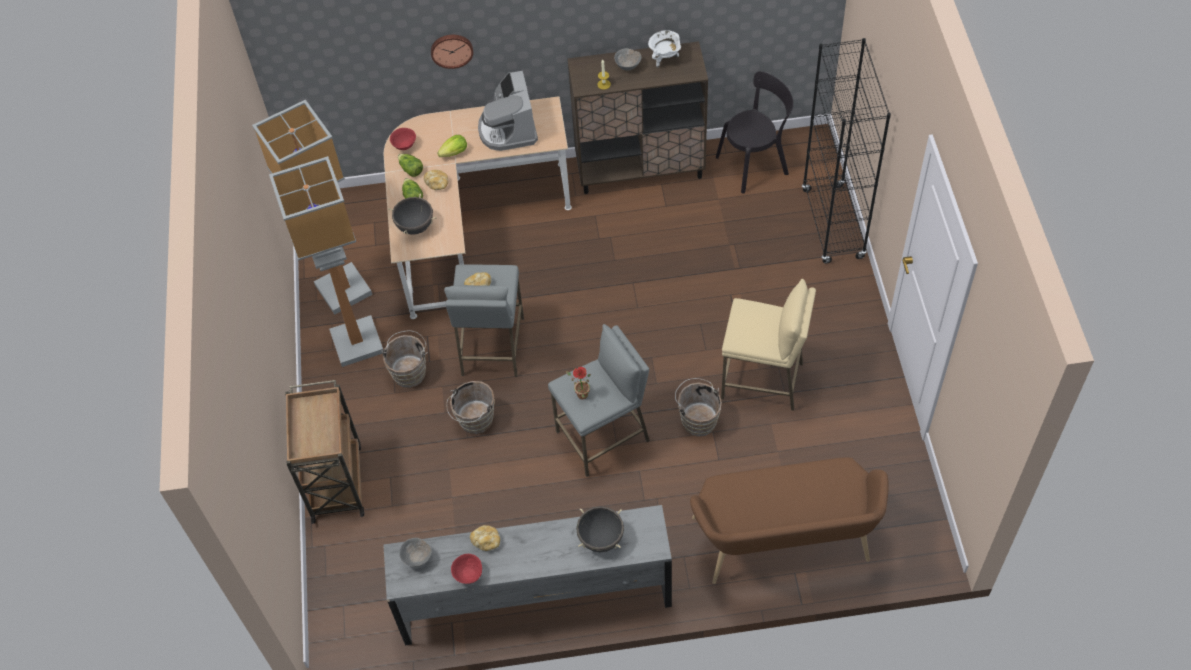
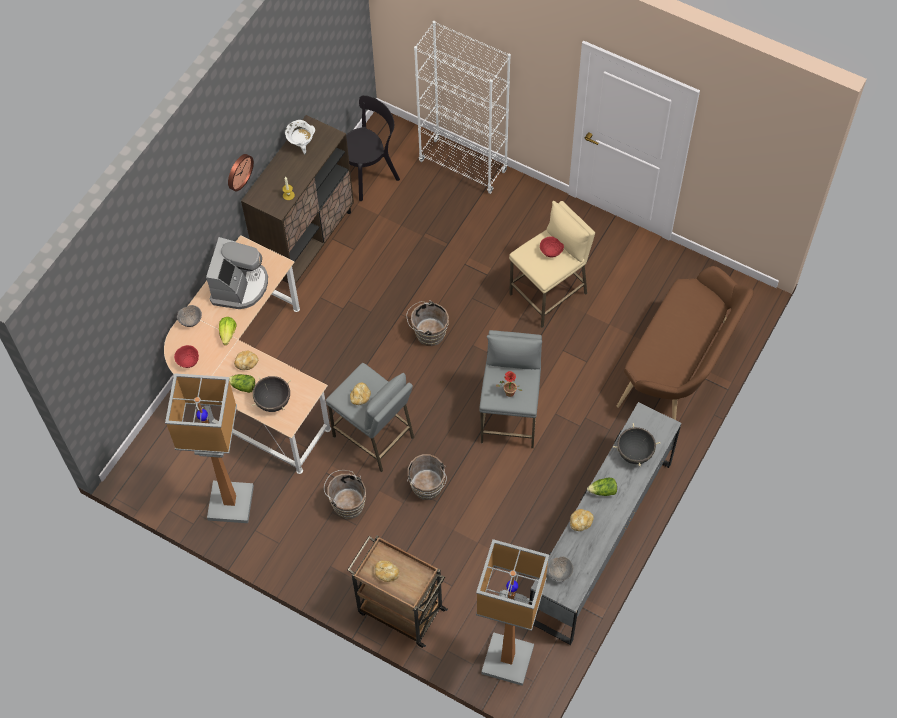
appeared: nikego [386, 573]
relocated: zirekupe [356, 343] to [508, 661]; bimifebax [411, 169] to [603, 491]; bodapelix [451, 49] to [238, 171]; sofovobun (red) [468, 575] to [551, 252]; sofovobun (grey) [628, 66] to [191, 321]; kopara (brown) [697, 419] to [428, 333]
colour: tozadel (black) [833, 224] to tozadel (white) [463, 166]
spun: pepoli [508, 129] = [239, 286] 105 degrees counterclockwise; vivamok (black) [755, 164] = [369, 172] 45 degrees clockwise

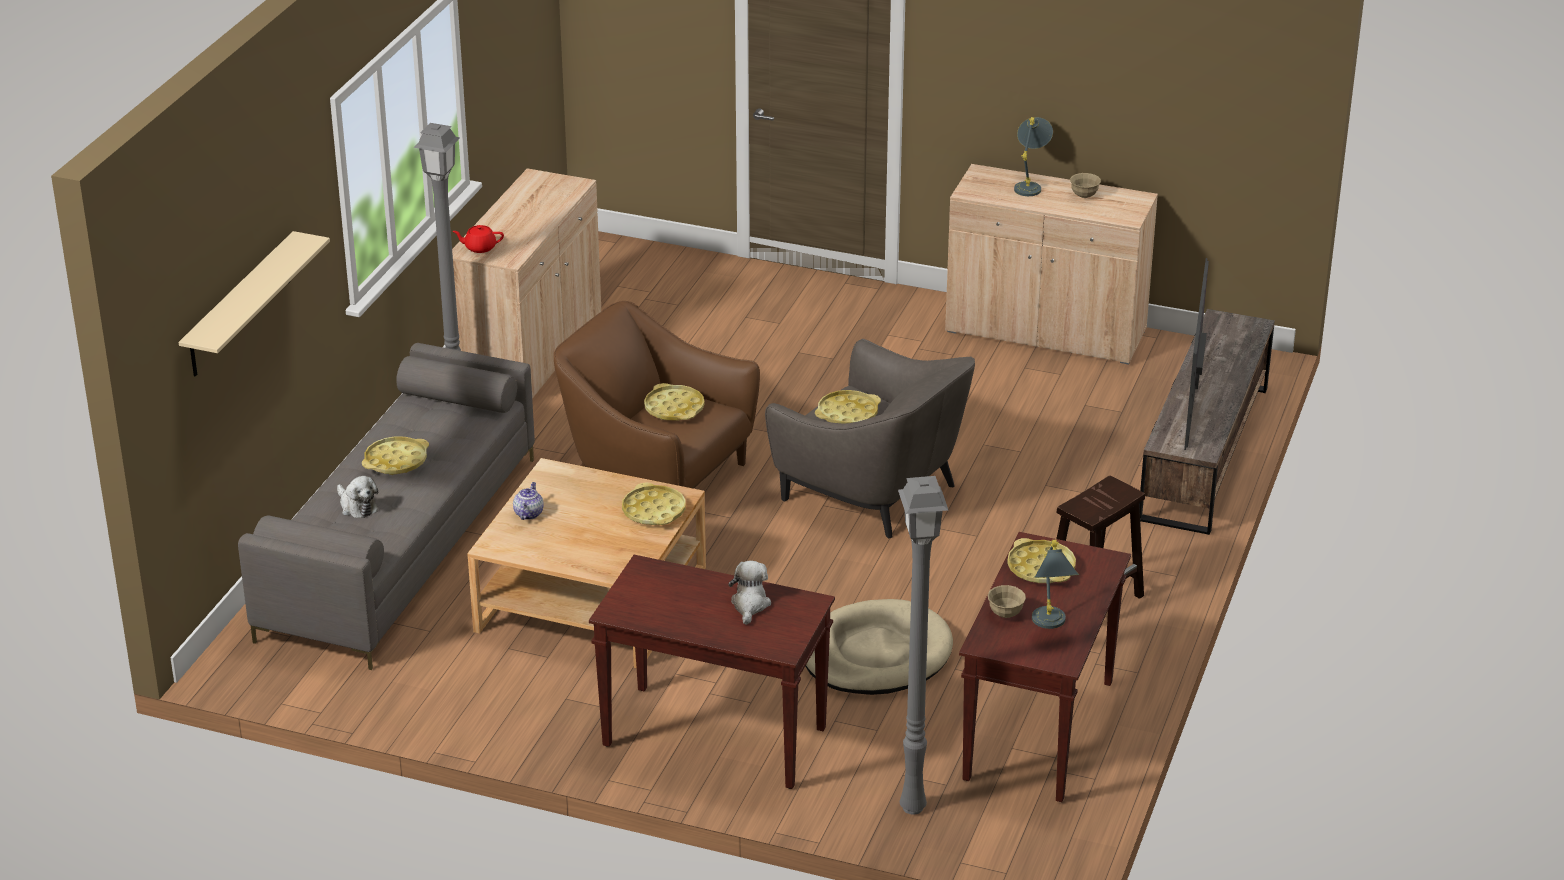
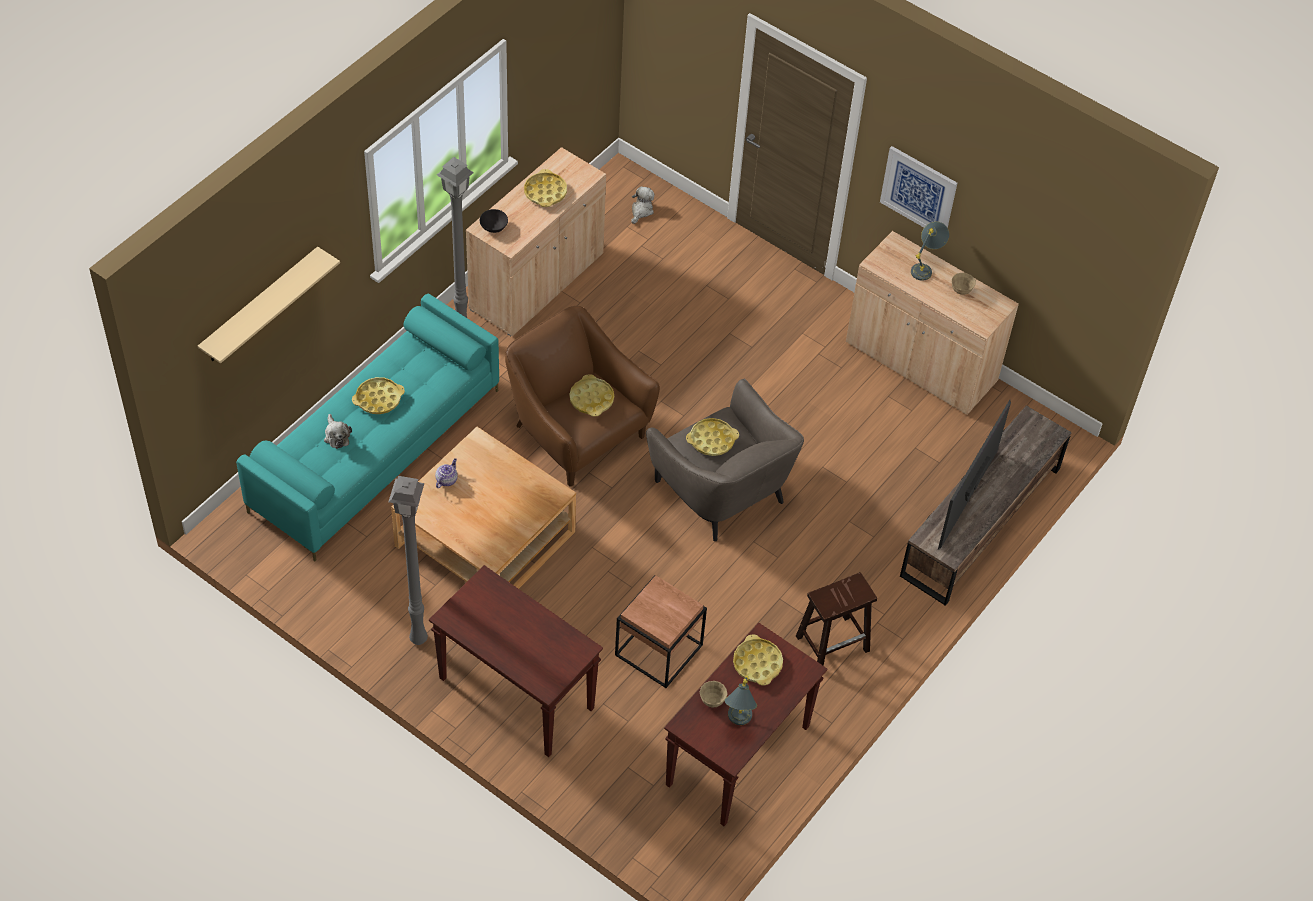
appeared: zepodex [918, 191]
relocated: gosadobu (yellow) [653, 511] to [545, 192]; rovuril [750, 605] to [641, 211]; zirekupe (grey) [914, 808] to [419, 640]
exchanged: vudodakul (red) [479, 247] to sofovobun (black) [493, 227]; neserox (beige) [876, 654] to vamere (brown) [657, 650]
colour: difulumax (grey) [399, 546] to difulumax (turquoise) [375, 449]

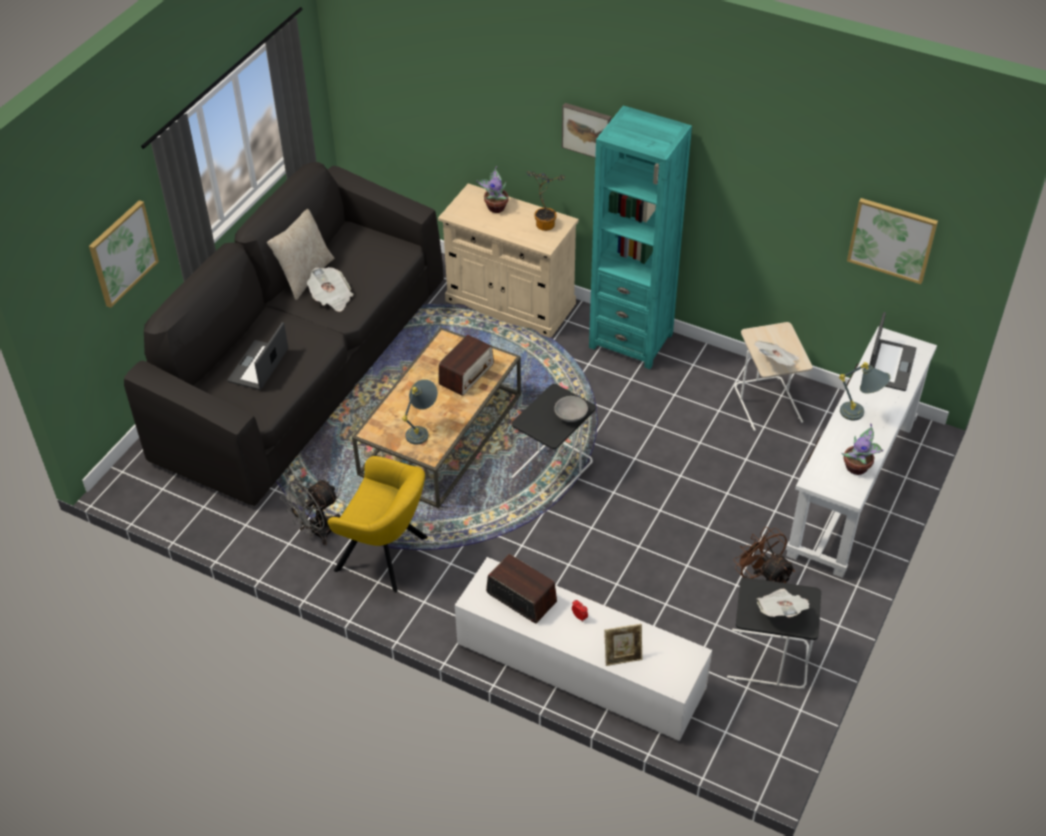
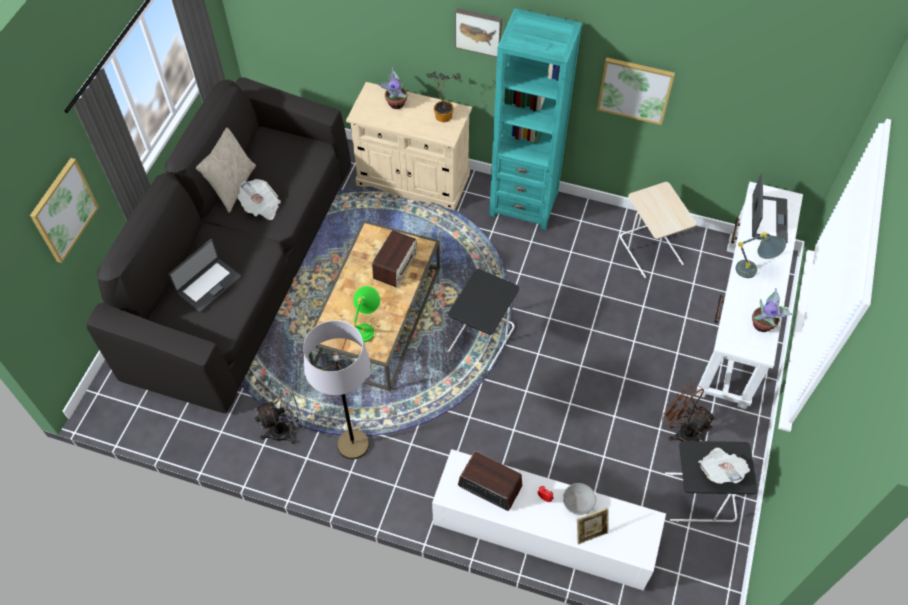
missing: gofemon [776, 362]
relocated: sofovobun (grey) [570, 415] to [578, 502]; zepodex [892, 239] to [635, 90]
exchanged: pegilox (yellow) [386, 556] to zirekupe (grey) [353, 444]
colour: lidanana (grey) [422, 430] to lidanana (green) [367, 327]
spun: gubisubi [259, 366] = [208, 284] 150 degrees counterclockwise; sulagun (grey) [316, 532] = [286, 429] 150 degrees counterclockwise

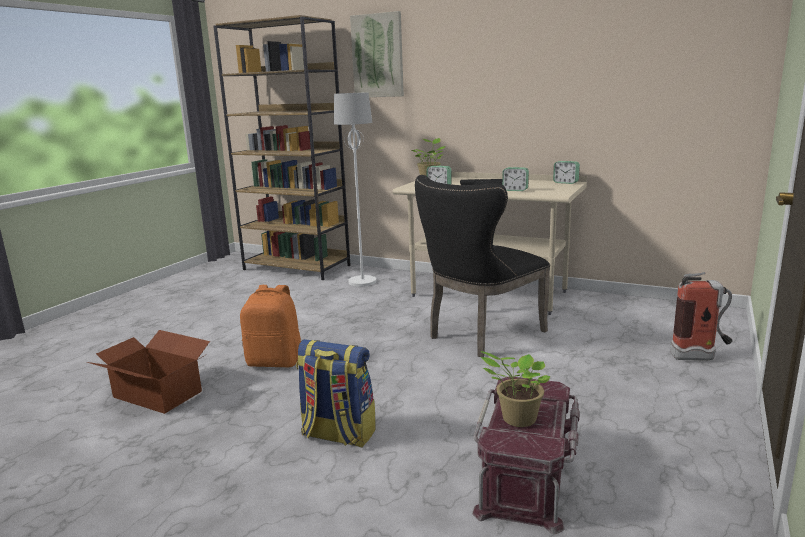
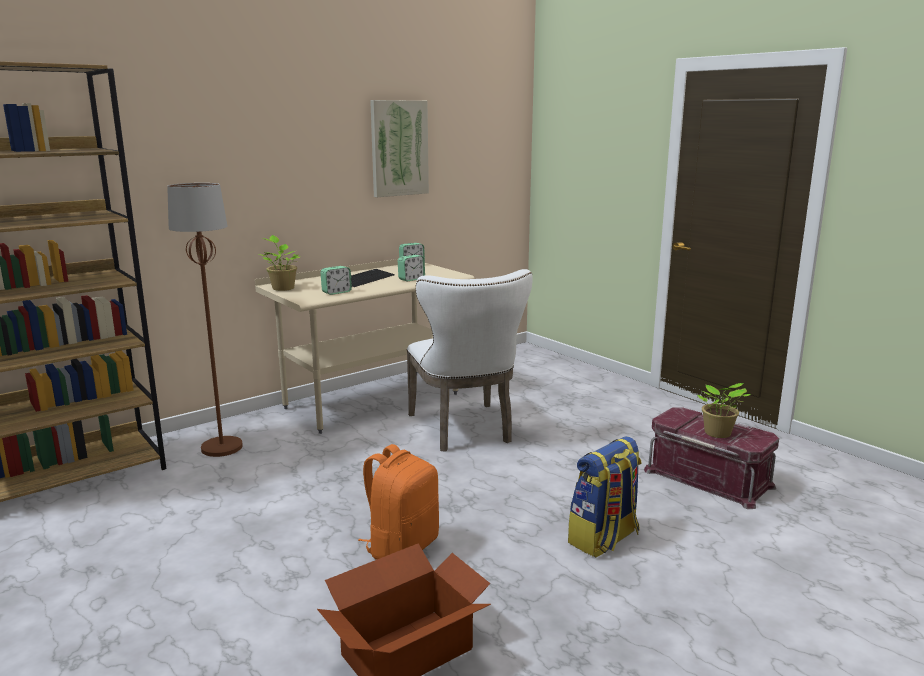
missing: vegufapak [700, 357]
relocated: zepodex [378, 56] to [399, 148]
colour: zirekupe (white) [362, 282] to zirekupe (brown) [222, 447]; vivamok (black) [480, 335] to vivamok (white) [464, 430]

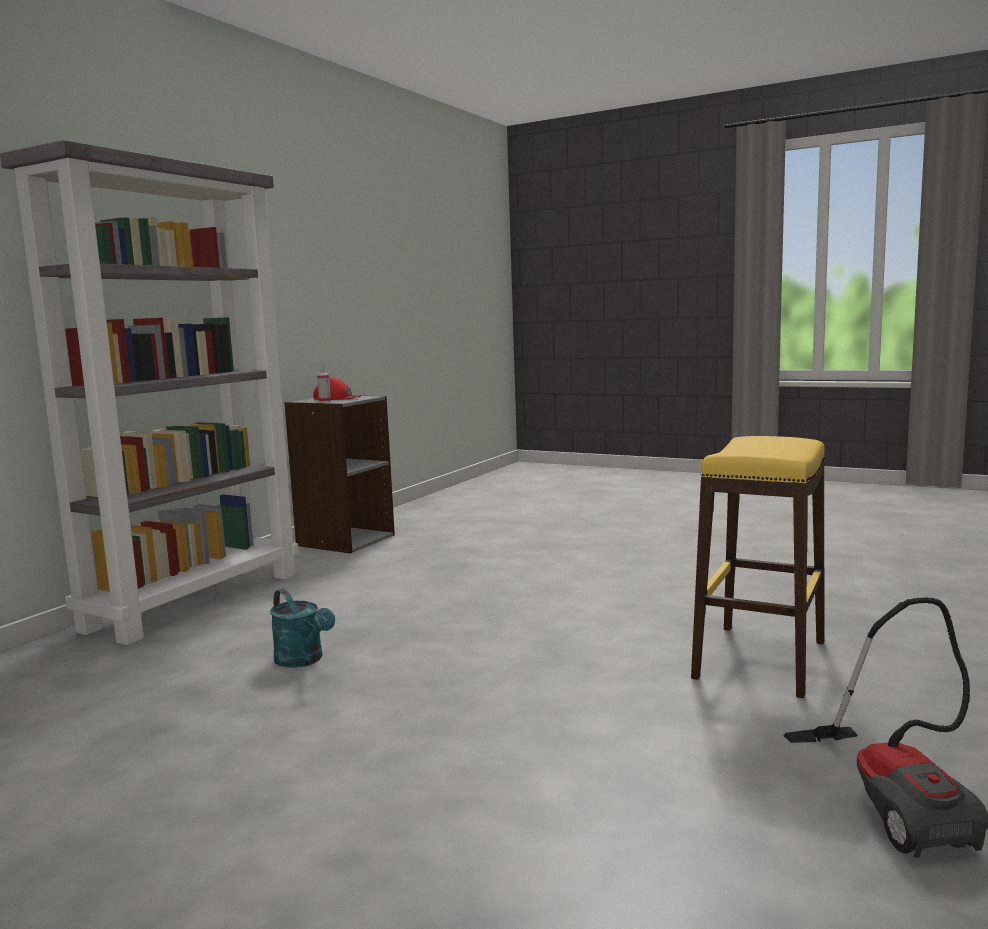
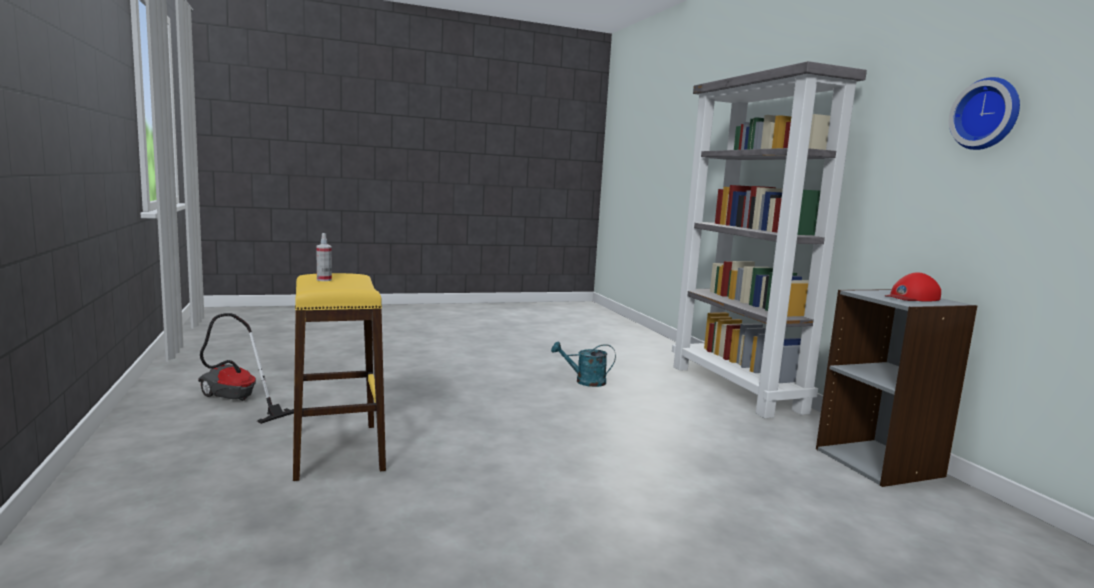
appeared: bodapelix [987, 114]
relocated: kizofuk [325, 401] to [324, 280]

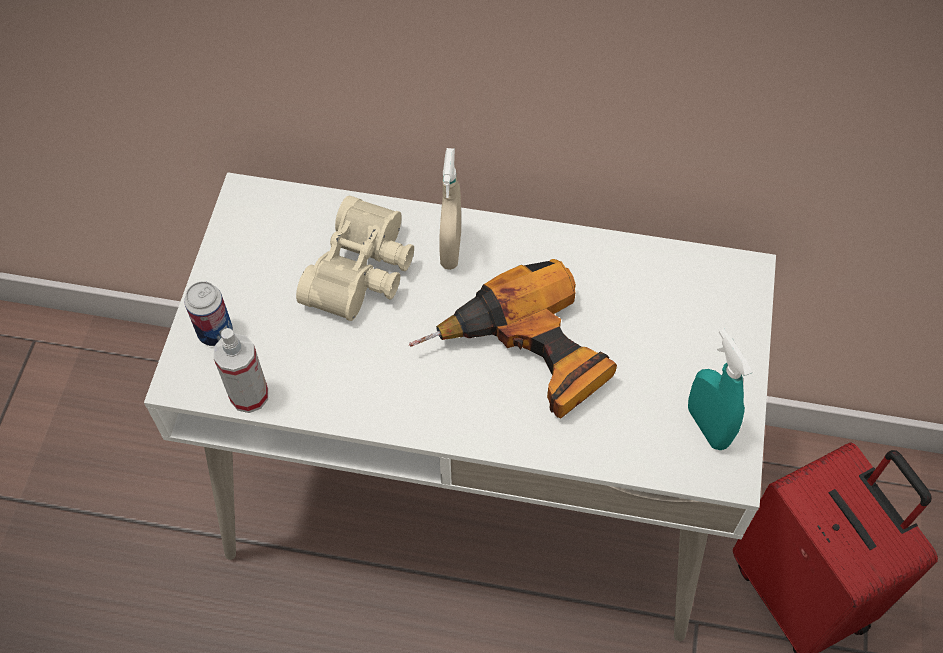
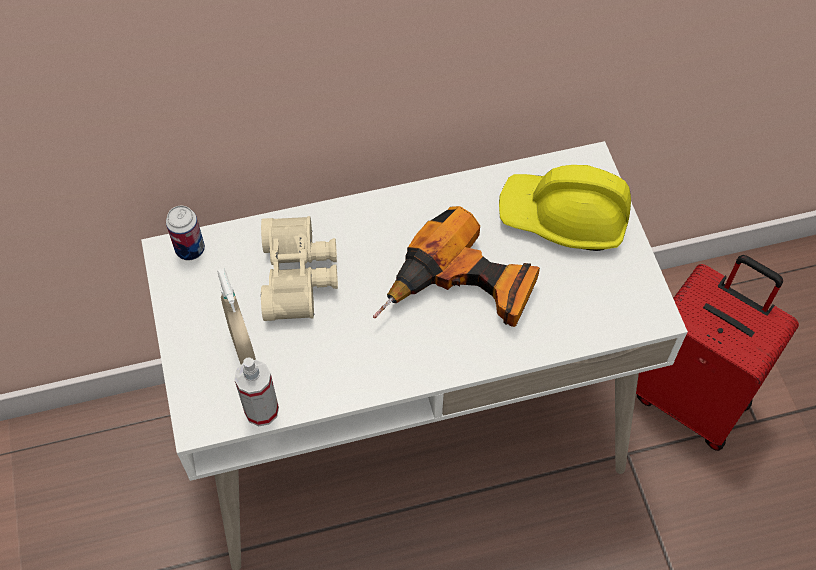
missing: kizofuk (turquoise) [707, 426]
appeared: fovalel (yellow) [564, 217]
relocated: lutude [215, 332] to [190, 249]; kizofuk (beige) [451, 249] to [243, 347]

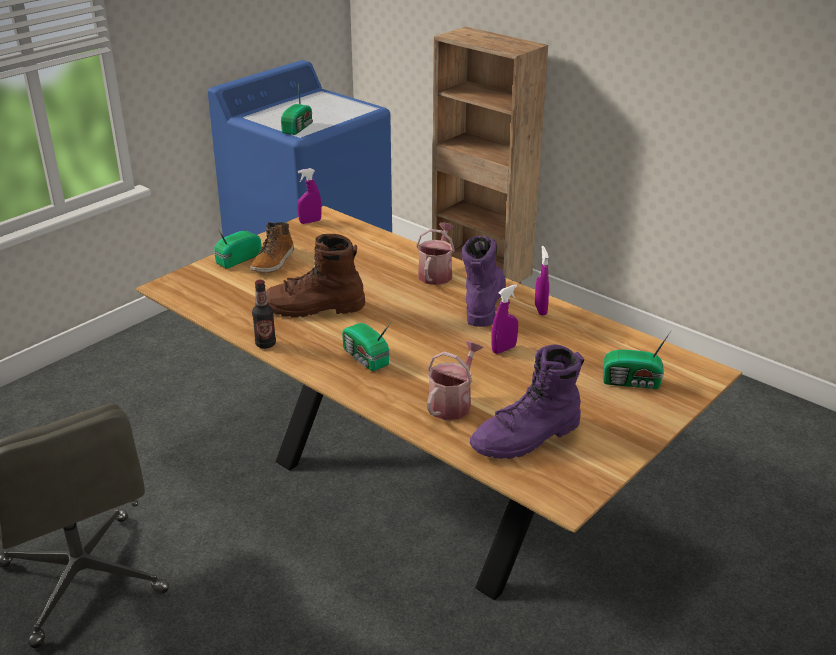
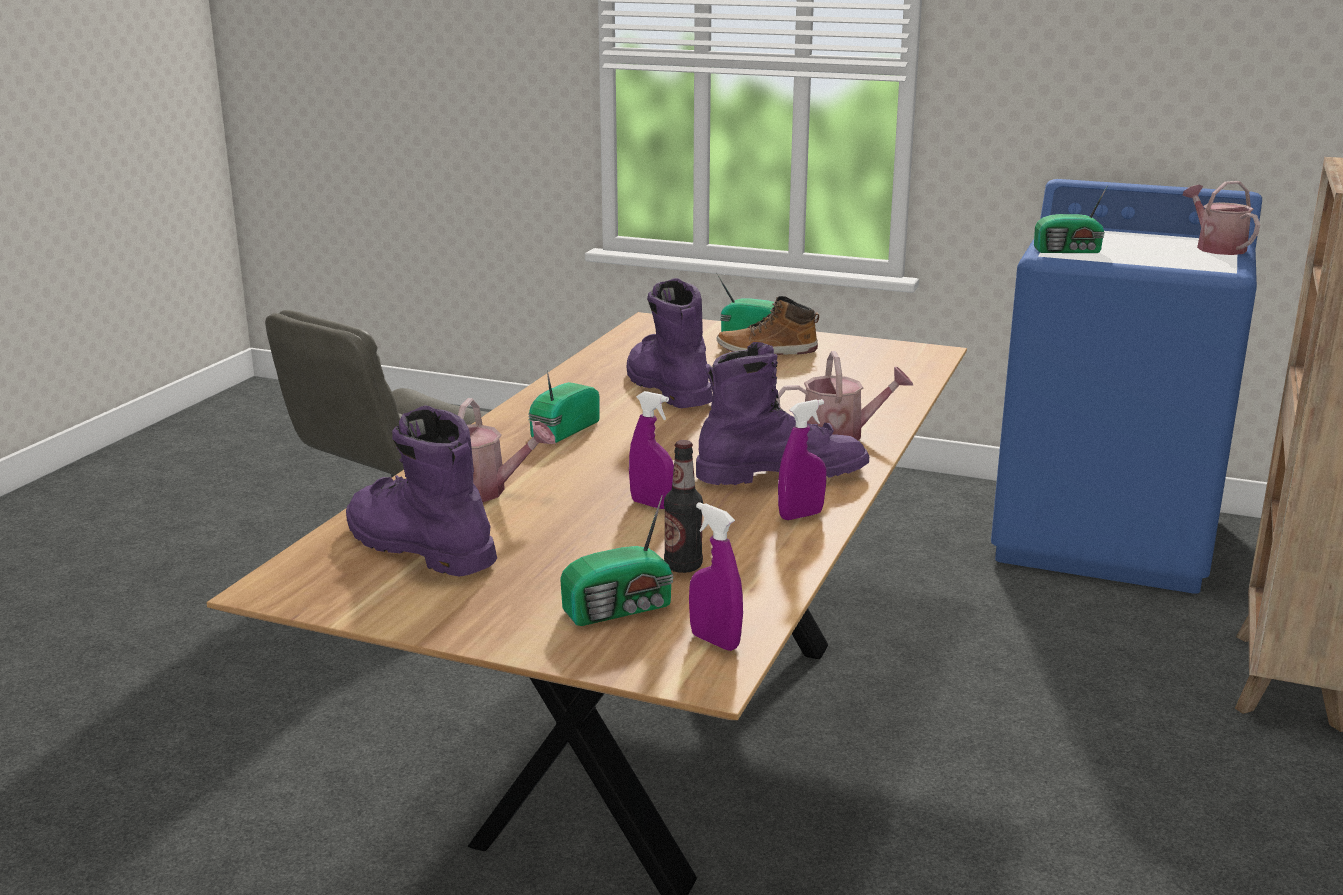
appeared: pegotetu [1216, 247]
relocated: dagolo [265, 344] to [683, 566]; kizofuk (purple) [310, 222] to [715, 641]
colour: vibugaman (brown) [314, 308] to vibugaman (purple) [666, 388]
spun: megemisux [633, 382] = [621, 609] 105 degrees counterclockwise

